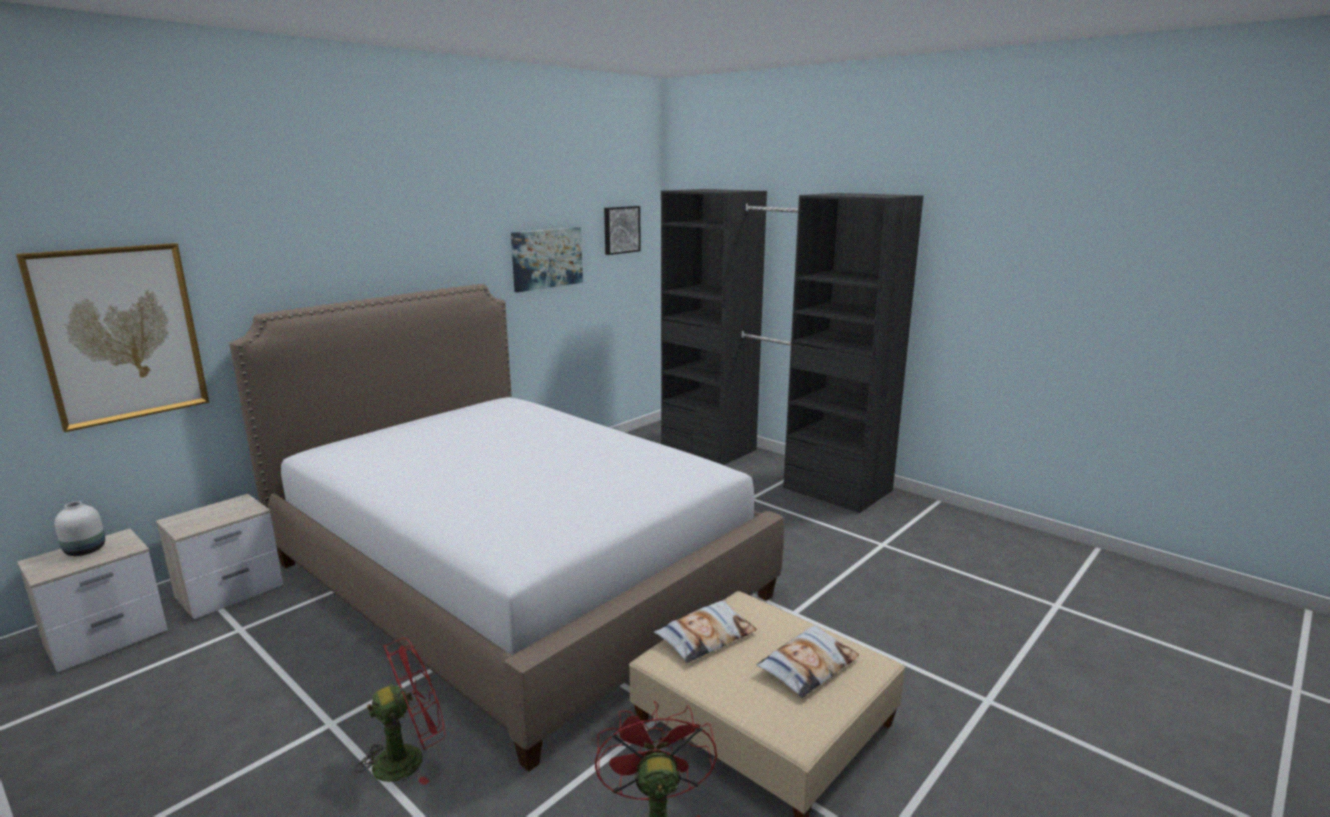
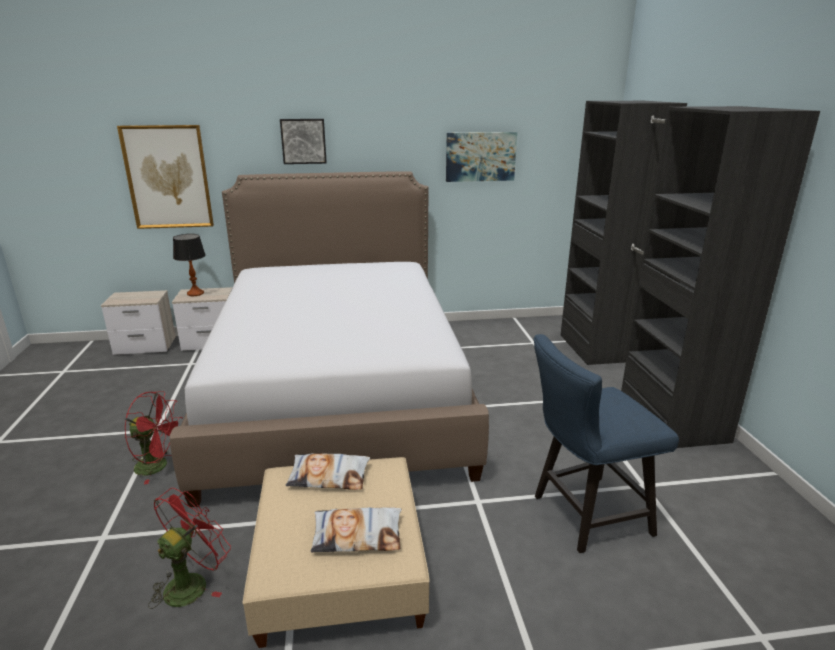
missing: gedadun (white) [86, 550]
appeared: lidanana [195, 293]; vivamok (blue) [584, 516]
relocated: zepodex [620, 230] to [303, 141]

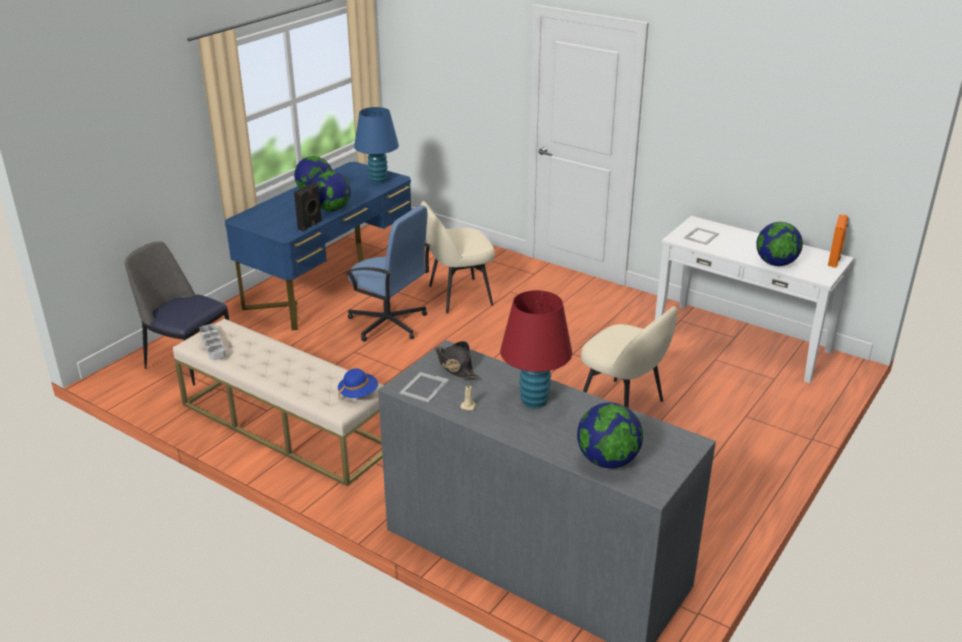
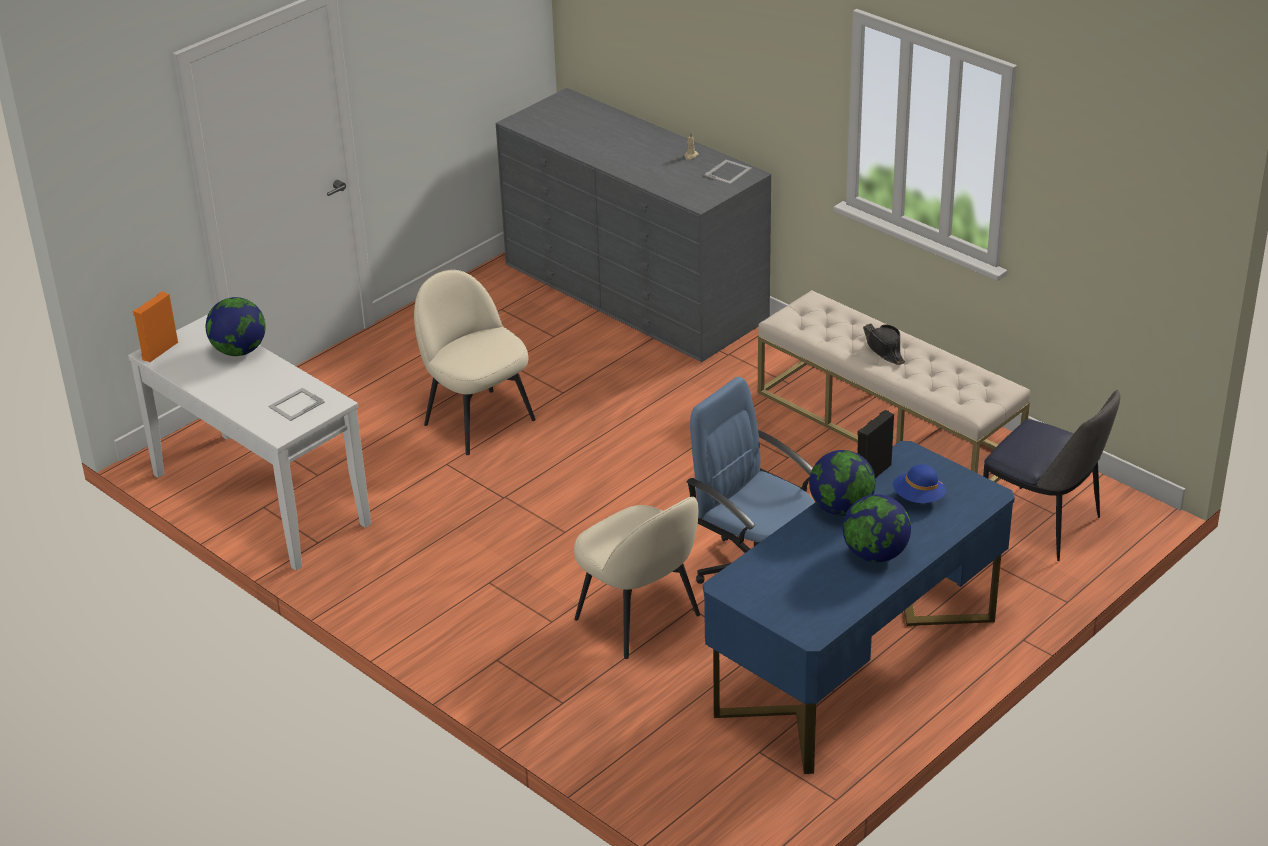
missing: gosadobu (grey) [213, 344]; lidanana (blue) [378, 181]; lidanana (red) [534, 401]; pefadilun [607, 460]
relocated: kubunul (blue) [358, 393] to [918, 498]; kubunul (black) [455, 366] to [884, 349]
spun: vivamok (beige) [458, 295] = [639, 619] 60 degrees clockwise

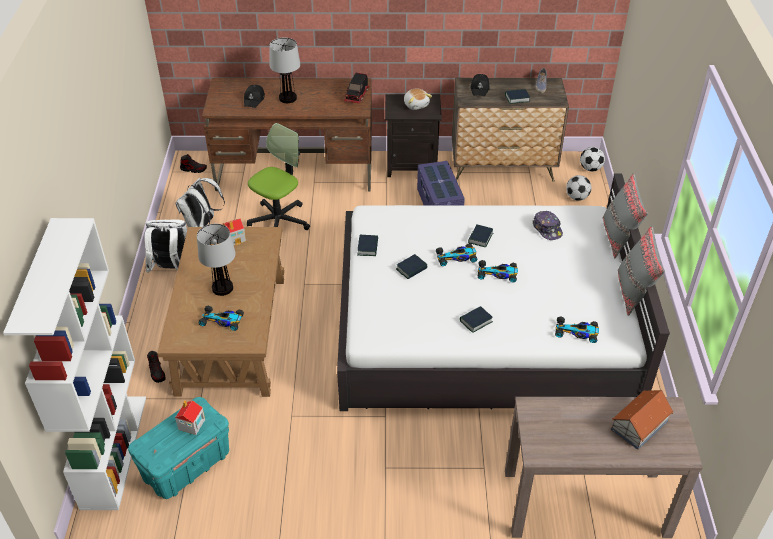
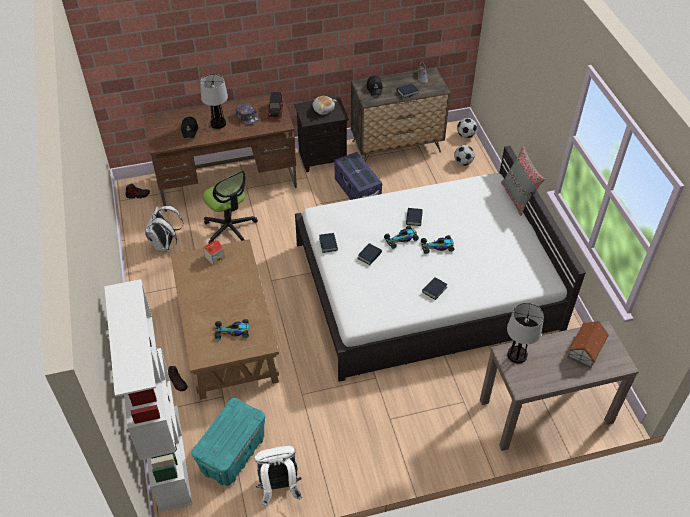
missing: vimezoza [191, 425]; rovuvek [577, 332]; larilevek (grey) [633, 292]
relocated: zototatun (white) [172, 269] to [279, 488]; lidanana [223, 288] to [517, 355]; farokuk [547, 229] to [247, 117]
spun: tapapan [279, 220] = [230, 228] 120 degrees clockwise

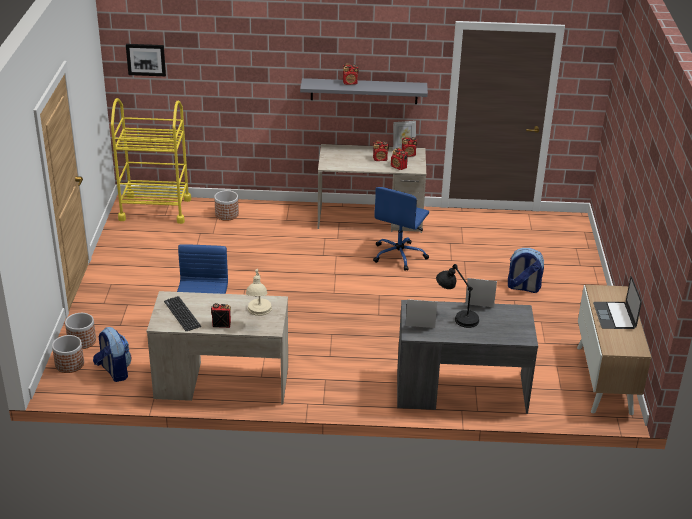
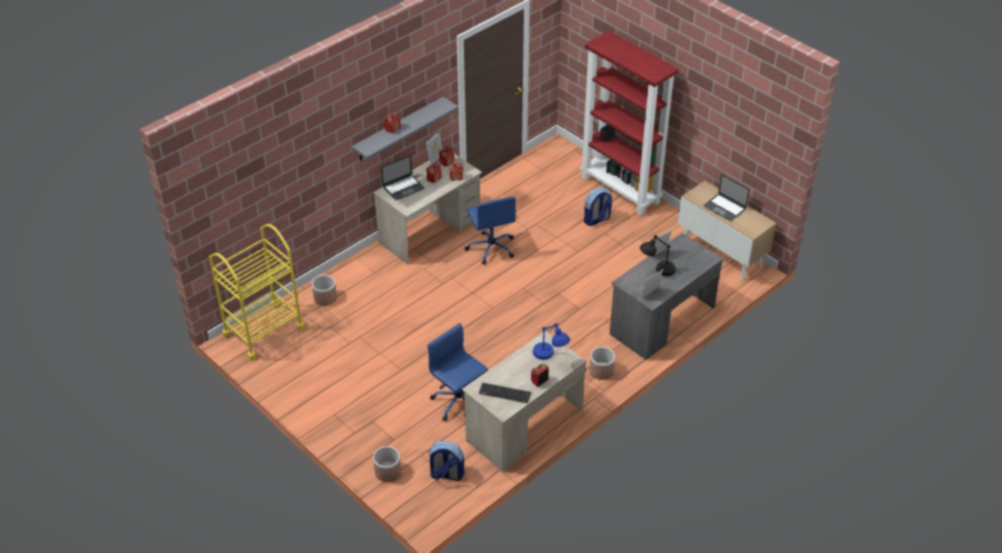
missing: zepodex [146, 59]
appeared: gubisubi [403, 187]; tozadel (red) [621, 190]
relocated: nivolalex [70, 364] to [601, 370]
colour: lidanana (beige) [258, 315] to lidanana (blue) [550, 357]

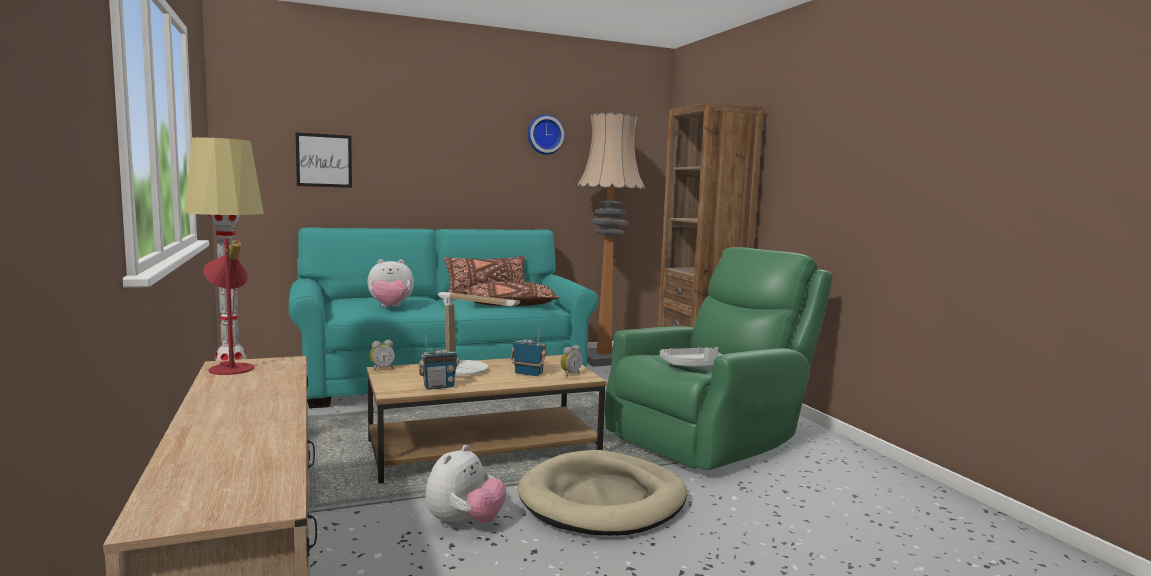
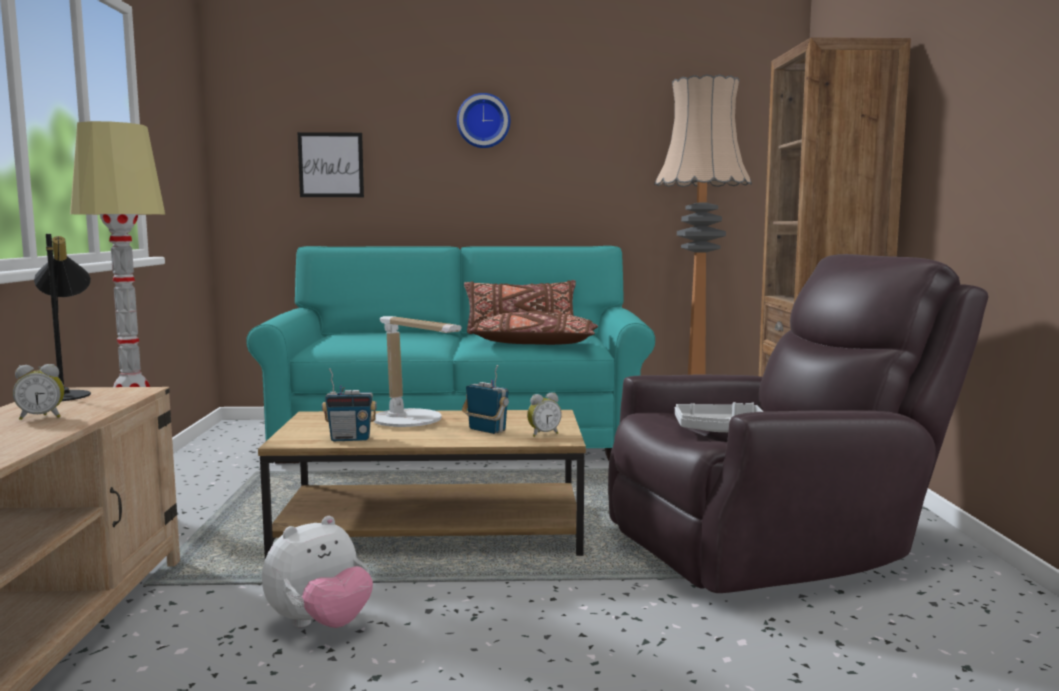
missing: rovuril [390, 307]; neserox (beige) [603, 500]
relocated: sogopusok [382, 369] to [42, 417]; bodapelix [545, 134] to [483, 121]
colour: lidanana (red) [231, 367] to lidanana (black) [66, 394]; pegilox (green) [711, 437] to pegilox (brown) [775, 546]

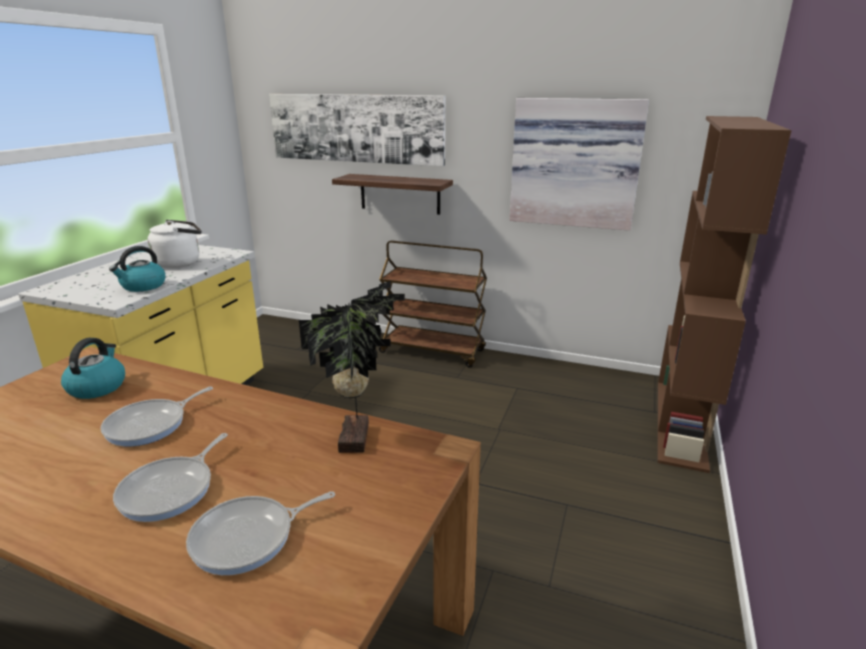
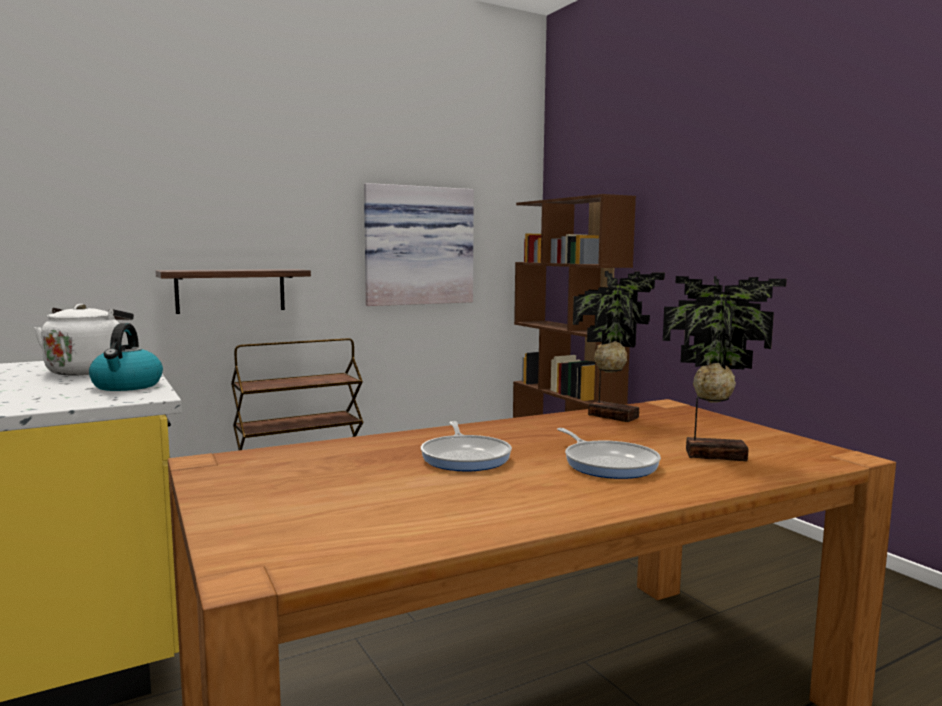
missing: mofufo [97, 387]; zepodex [355, 128]
exchanged: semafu [248, 538] to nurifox [713, 454]

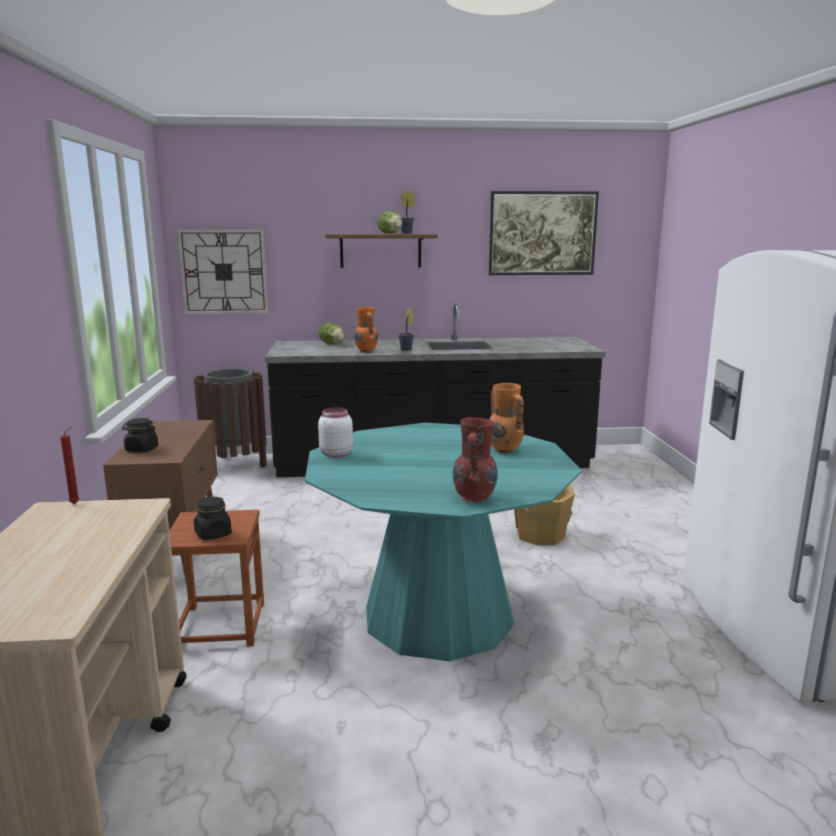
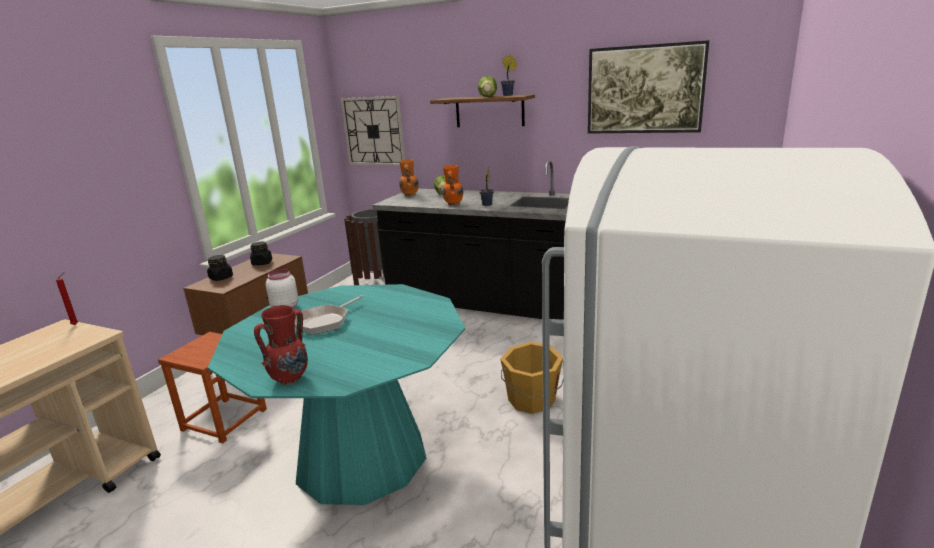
appeared: semafu [325, 322]
relocated: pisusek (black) [213, 534] to [262, 263]; gedadun (orange) [504, 450] to [409, 195]

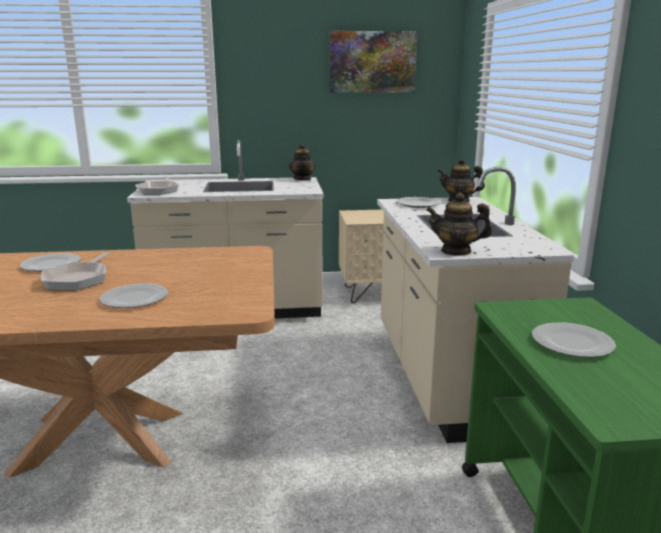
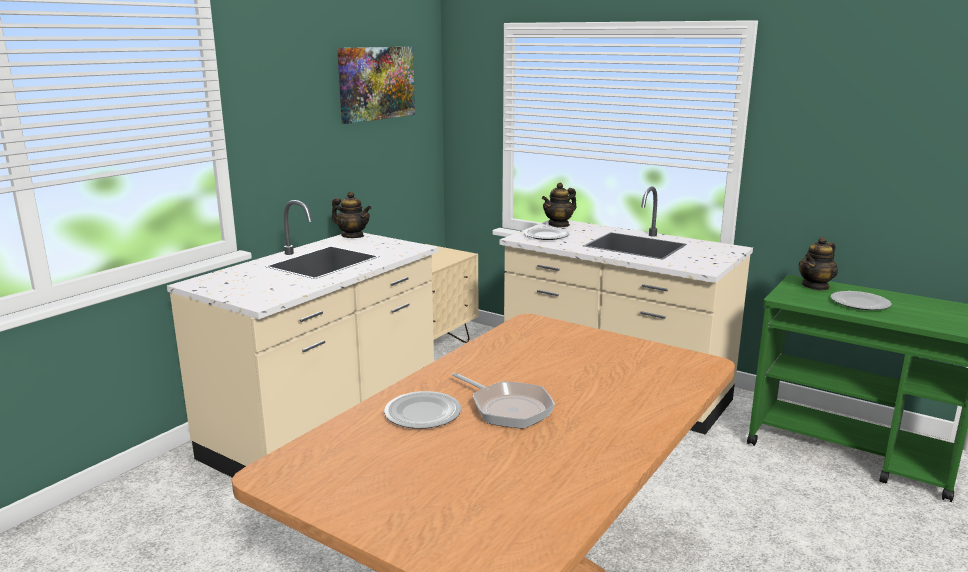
missing: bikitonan [134, 299]; semafu [158, 190]
relocated: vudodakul [456, 251] to [815, 286]

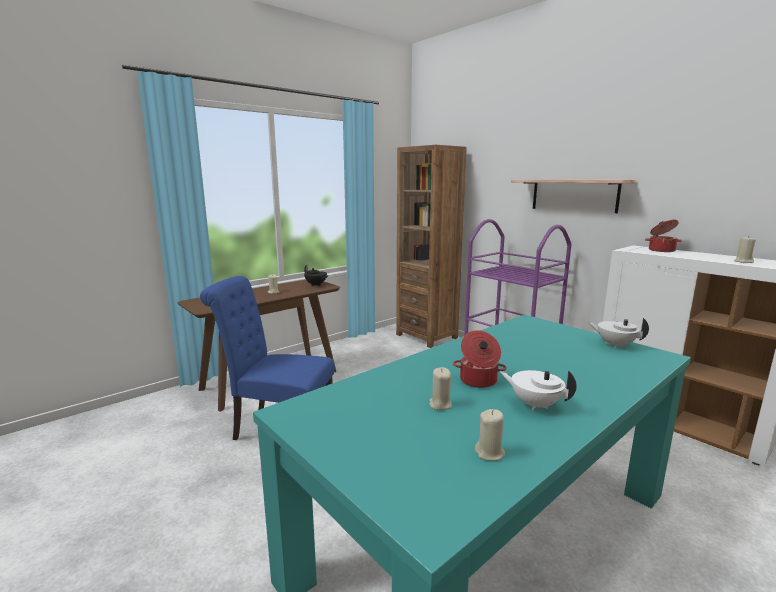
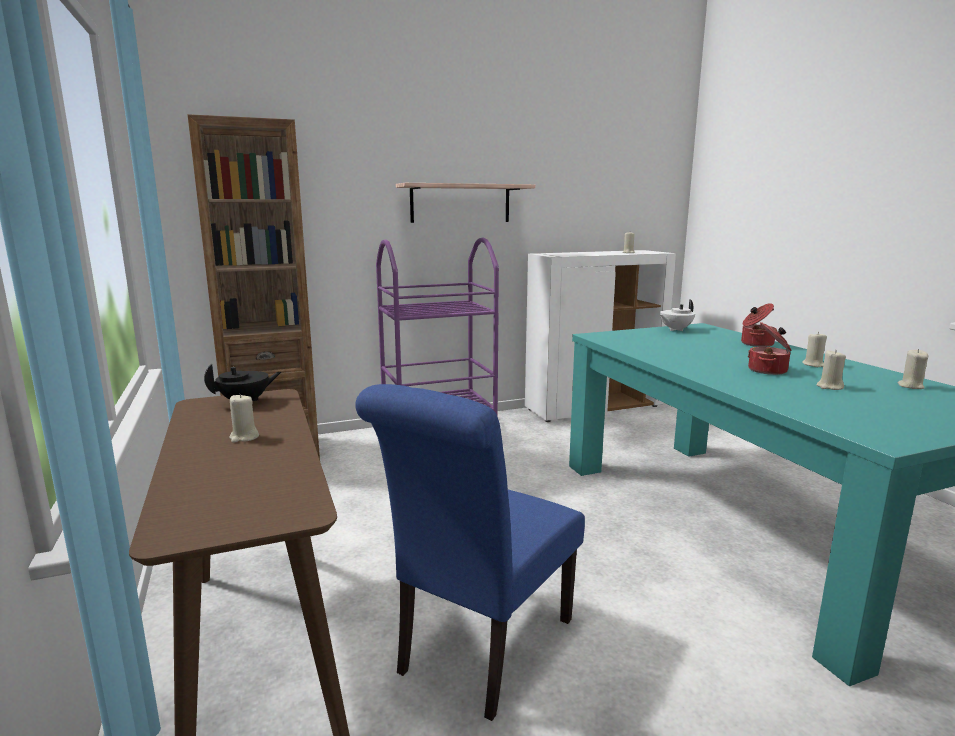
relocated: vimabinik [661, 250] to [756, 344]
exchanged: vudodakul (white) [535, 404] to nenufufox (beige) [813, 365]

